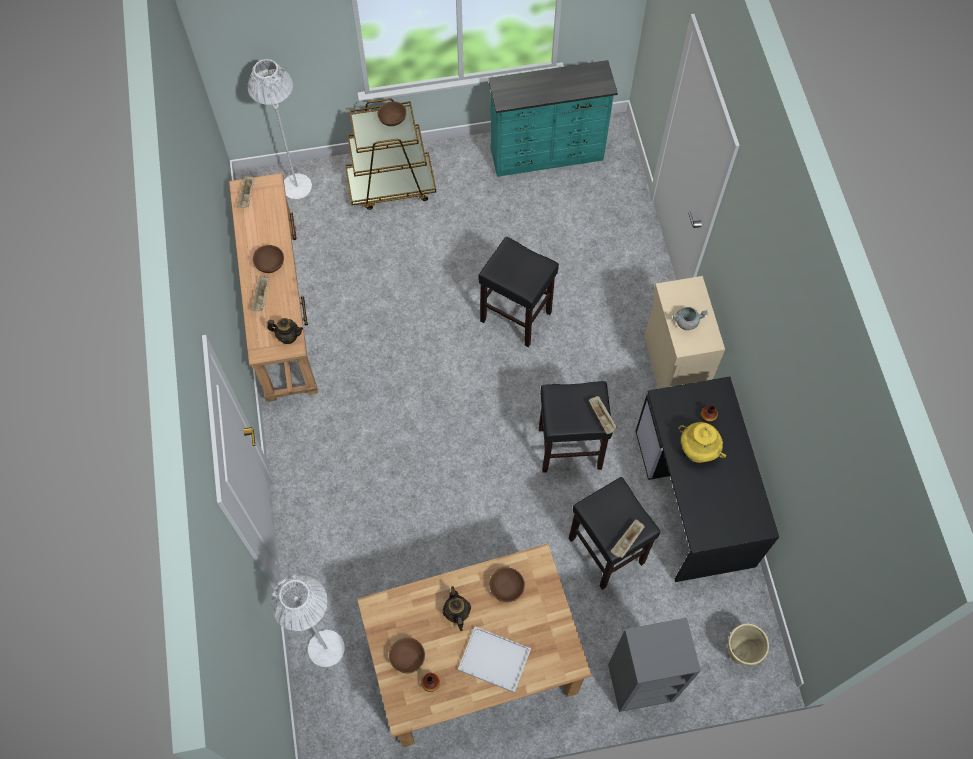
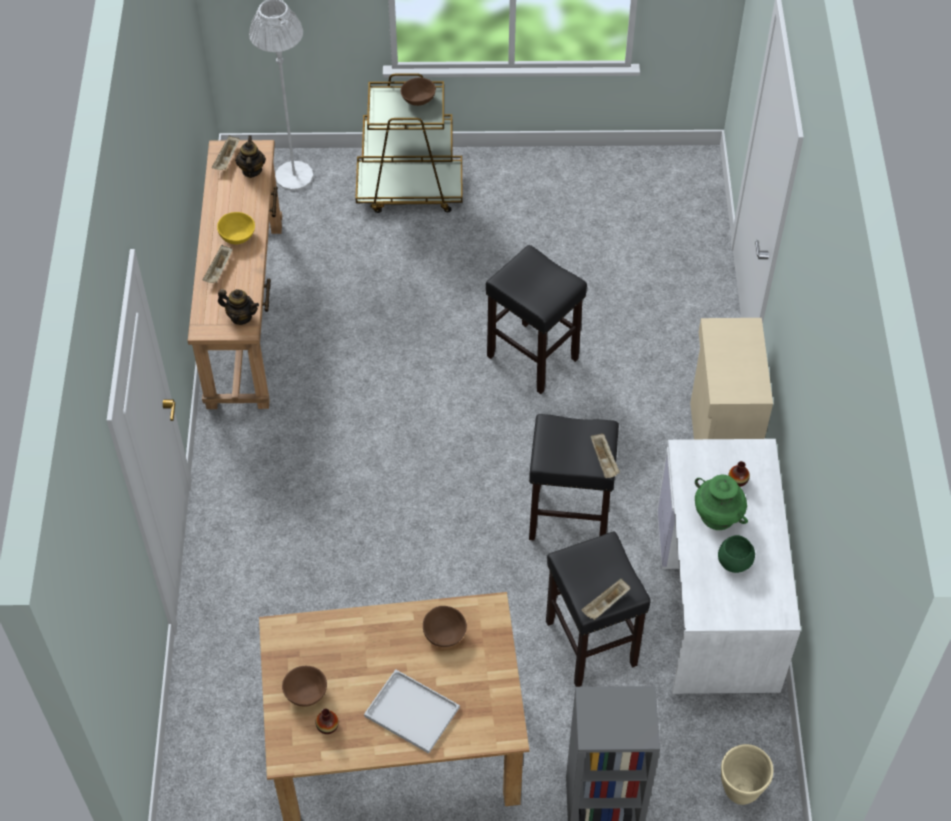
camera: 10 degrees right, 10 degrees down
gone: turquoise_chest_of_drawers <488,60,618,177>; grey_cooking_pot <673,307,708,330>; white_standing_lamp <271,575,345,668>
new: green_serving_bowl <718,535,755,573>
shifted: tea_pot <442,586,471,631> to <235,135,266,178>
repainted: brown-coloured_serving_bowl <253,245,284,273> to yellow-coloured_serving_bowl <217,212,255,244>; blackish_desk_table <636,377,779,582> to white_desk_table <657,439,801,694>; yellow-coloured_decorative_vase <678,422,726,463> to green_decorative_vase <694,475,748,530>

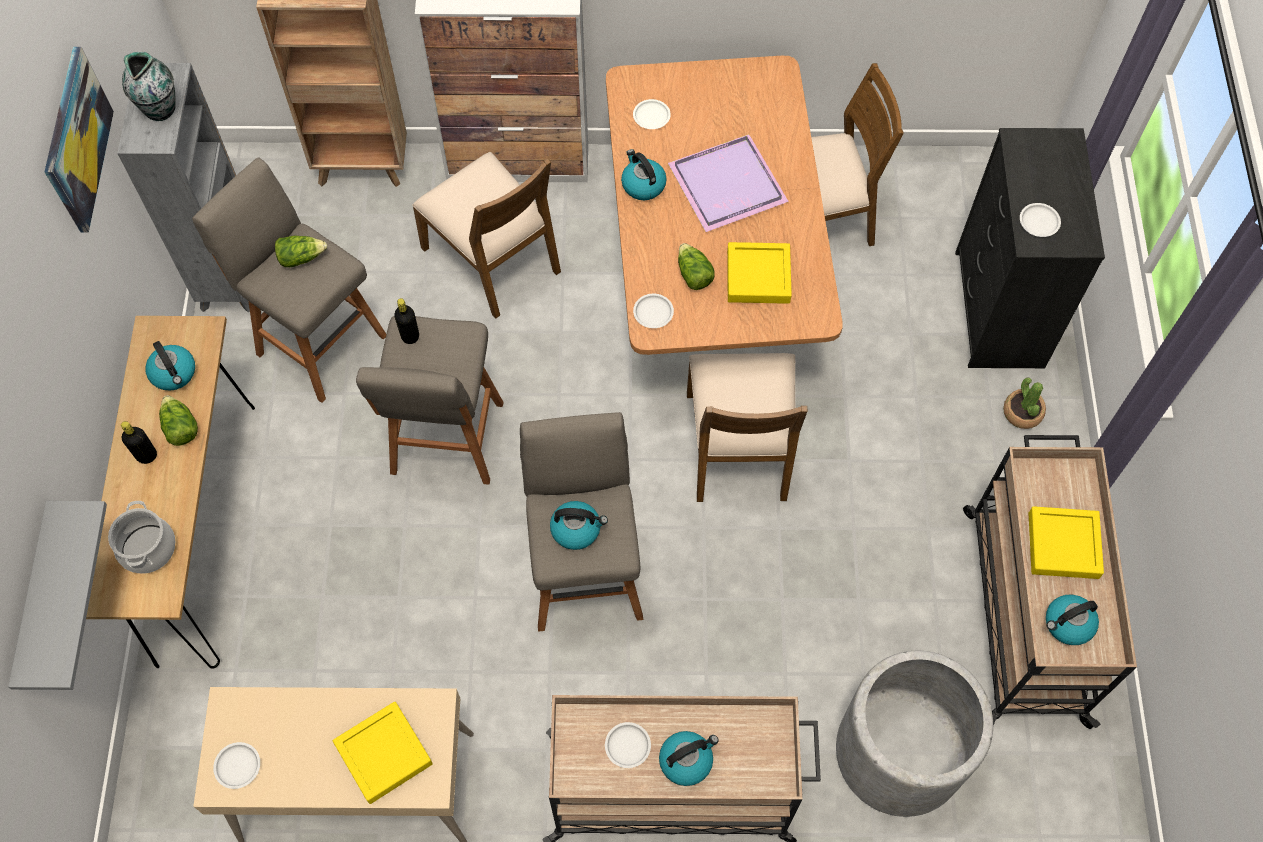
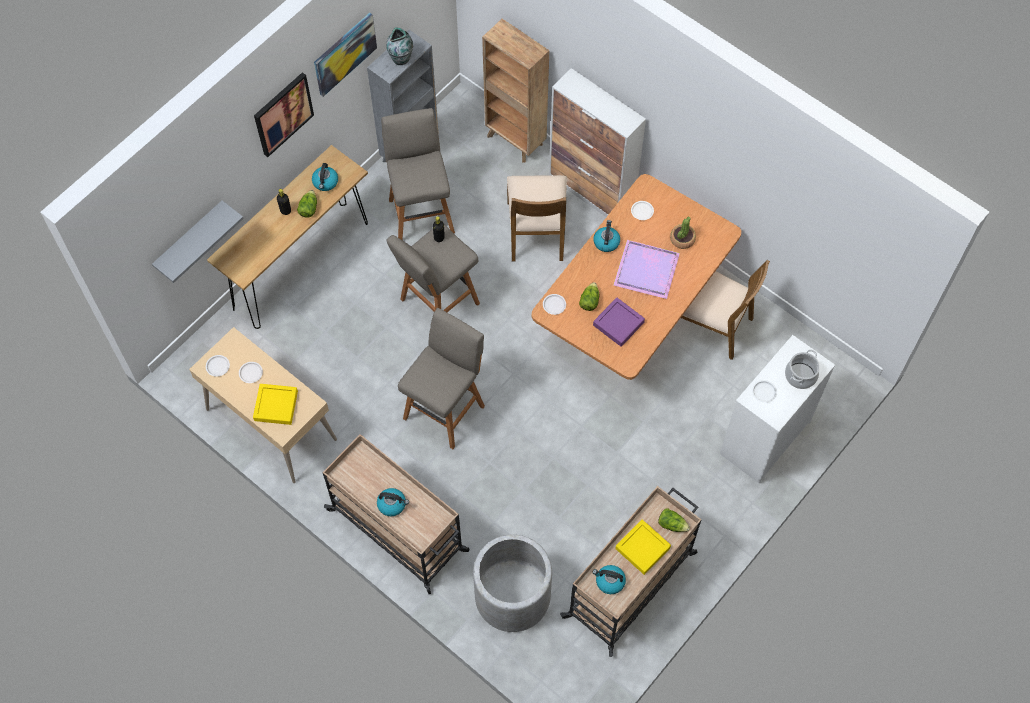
camera: 40 degrees right, 0 degrees up
gone: brown-coloured_plain_chair <687,353,807,502>; tea_kettle <550,501,608,550>
new: picture <254,72,314,157>
shifted: head_of_lettuce <275,235,327,267> to <658,508,690,532>; plant_in_a_pot <1003,378,1046,429> to <670,217,696,249>; cooking_pot <108,501,176,574> to <785,350,820,389>; white_flat_dish <605,722,651,768> to <239,362,263,383>
repainted: blackish_chest_of_drawers <955,128,1105,368> to white_chest_of_drawers <720,335,835,483>; yellow-coloured_tray <727,242,792,304> to purple-coloured_tray <593,297,645,347>

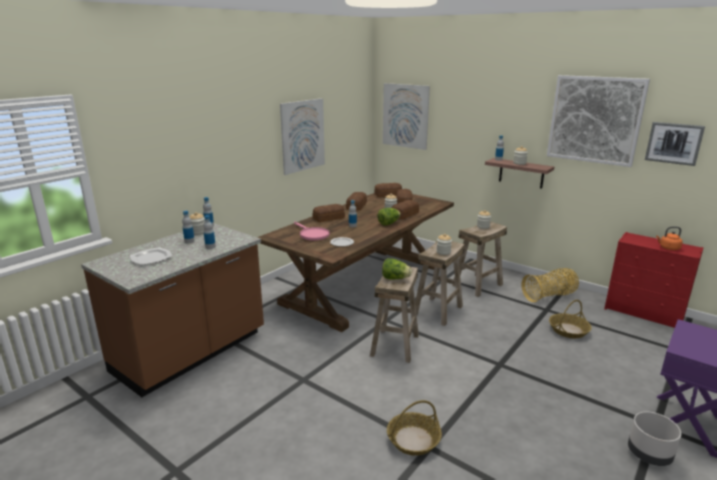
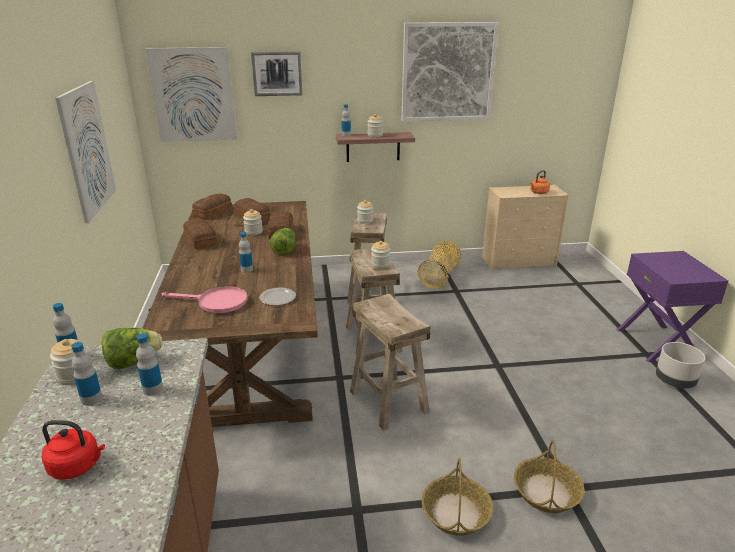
camera: 45 degrees left, 5 degrees up
gone: bakery_bread <312,204,345,222>
shifted: picture <645,122,705,166> to <251,51,302,96>; head_of_lettuce <382,258,412,280> to <102,328,163,369>; storage_basket <549,300,592,338> to <422,458,493,536>
swapped: flat_dish <130,248,172,265> to red_tea_kettle <42,420,105,480>
repainted: red_chest_of_drawers <604,232,704,328> to beige_chest_of_drawers <482,185,568,271>

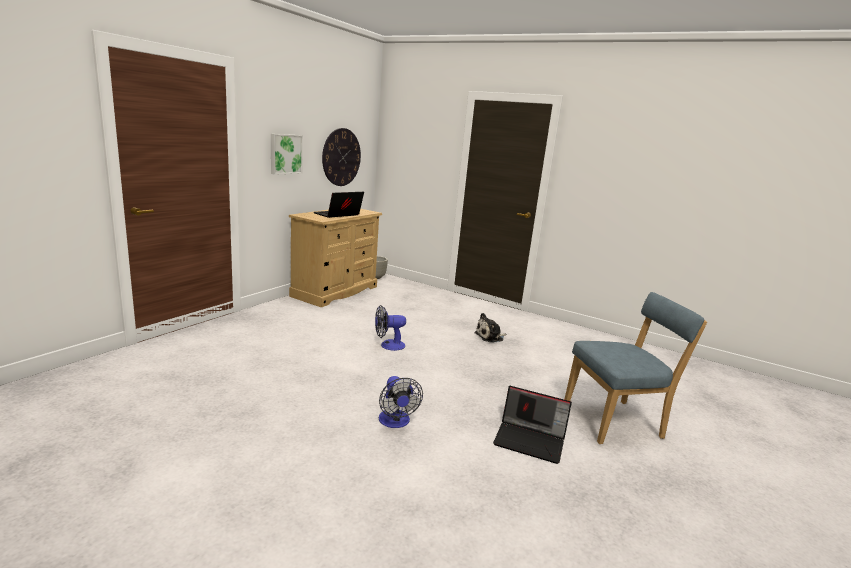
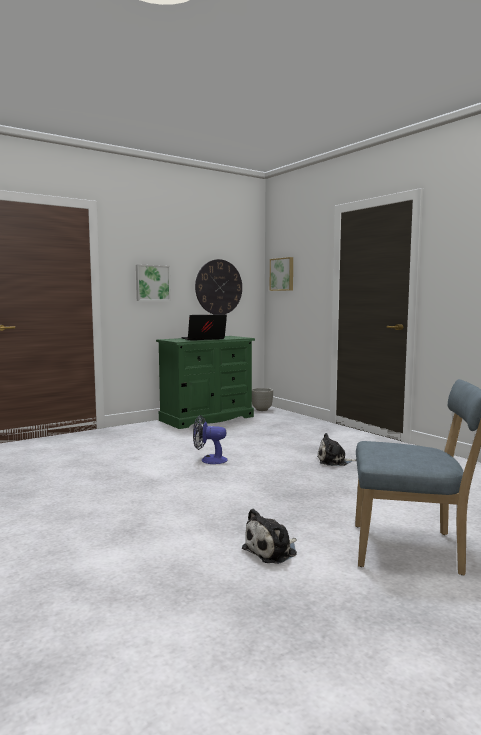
camera: 25 degrees right, 10 degrees down
gone: cooling_fan <379,376,423,428>
new: picture <270,257,293,291>
swapped: portable_computer <493,386,572,464> to cuddly_toy <242,509,297,564>
repainted: beige_chest_of_drawers <289,209,382,307> to green_chest_of_drawers <156,336,255,429>

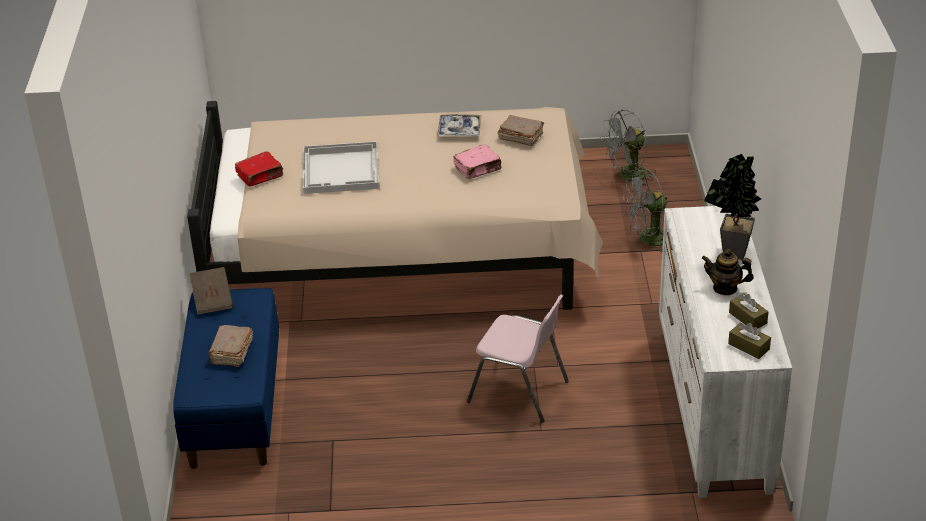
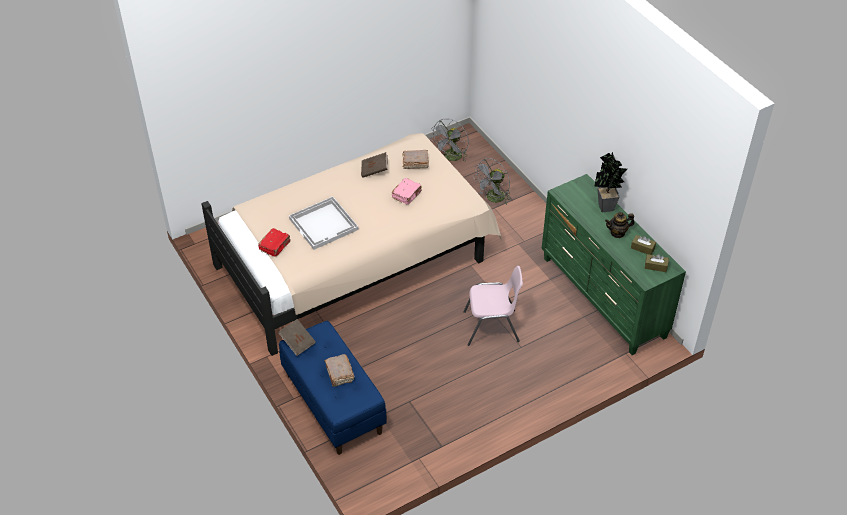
camera: 30 degrees left, 10 degrees up
swapped: tray <437,114,482,137> to brown-coloured_book <361,152,388,177>
repainted: white_chest_of_drawers <659,206,792,498> to green_chest_of_drawers <542,174,686,355>

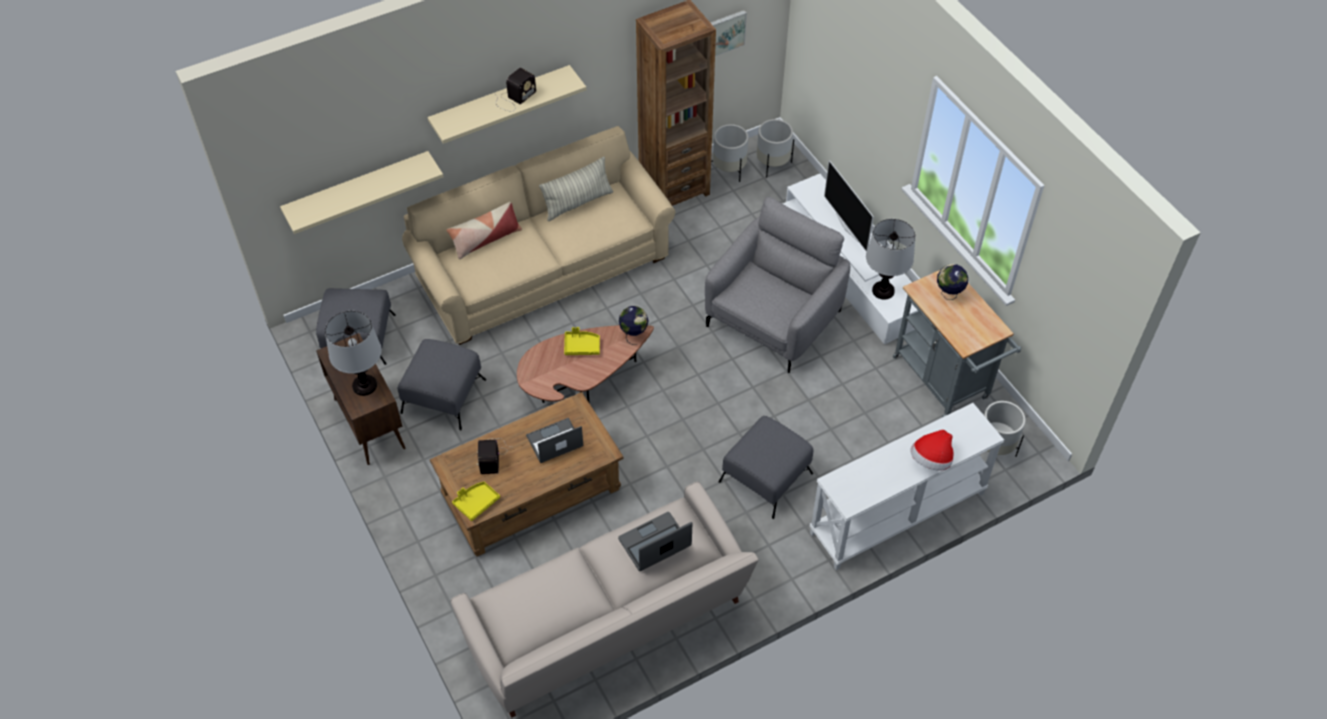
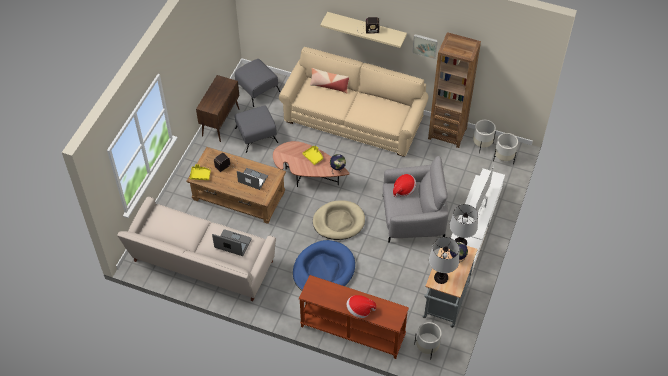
camera: 50 degrees right, 0 degrees up
gone: beige_wall_shelf <280,151,443,234>; cushion <539,157,613,221>
new: hat <393,174,416,197>; beige_dog_cushion <313,200,365,240>
shifted: picture <710,10,747,56> to <412,34,438,59>; lamp_for_a_table <325,311,382,396> to <429,237,459,284>
swapped: grey_pouffe <719,416,813,519> to blue-coloured_dog_cushion <293,240,355,291>
repainted: white_hall_table <809,403,1004,570> to brown-coloured_hall_table <299,275,409,359>

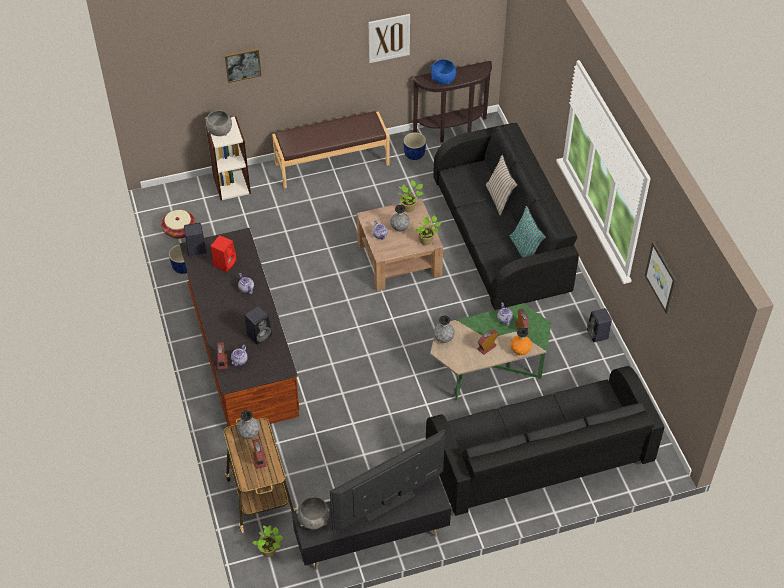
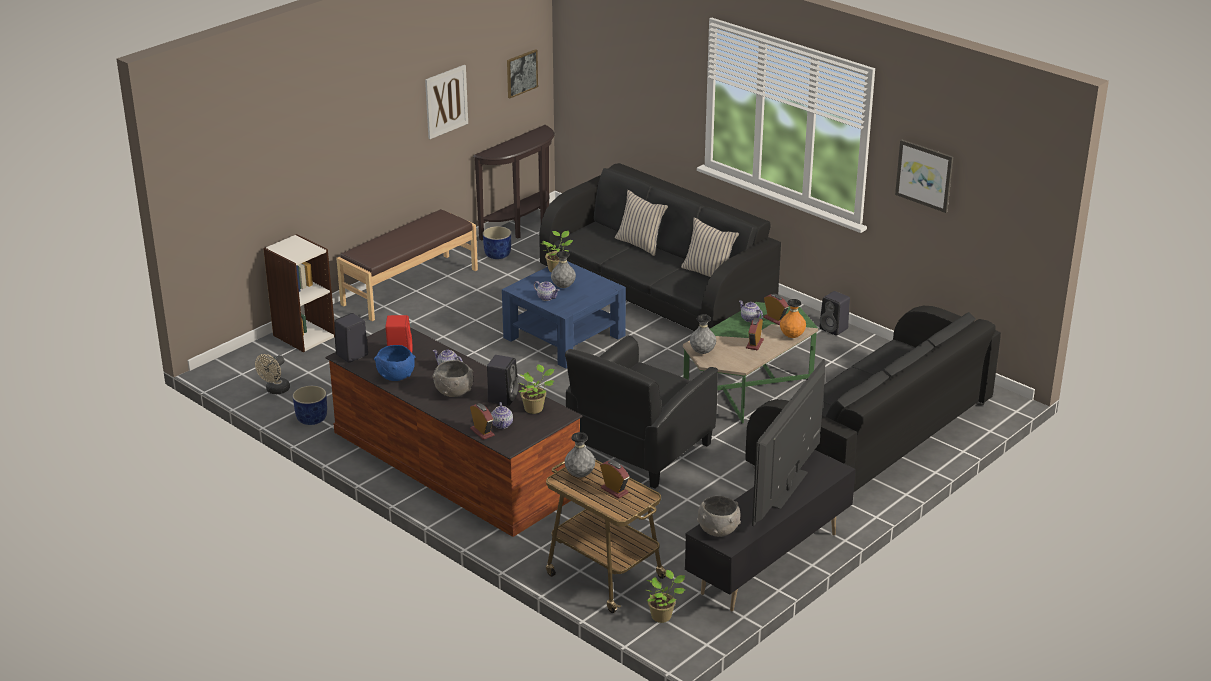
camera: 30 degrees left, 20 degrees down
new: blackish_lounge_chair <565,335,718,489>
shifted: picture <225,49,261,83> to <507,49,538,98>; blue-coloured_serving_bowl <431,59,456,84> to <374,345,416,381>; grey_serving_bowl <205,110,232,136> to <432,360,474,397>; plant_in_a_pot <414,215,442,245> to <519,364,555,414>
swapped: storage_basket <161,210,196,239> to beige_cooling_fan <255,354,290,394>
repainted: brown-coloured_coffee_table <357,198,443,291> to blue-coloured_coffee_table <502,261,626,369>; turquoise_cushion <510,205,546,258> to beige_cushion <681,217,739,277>

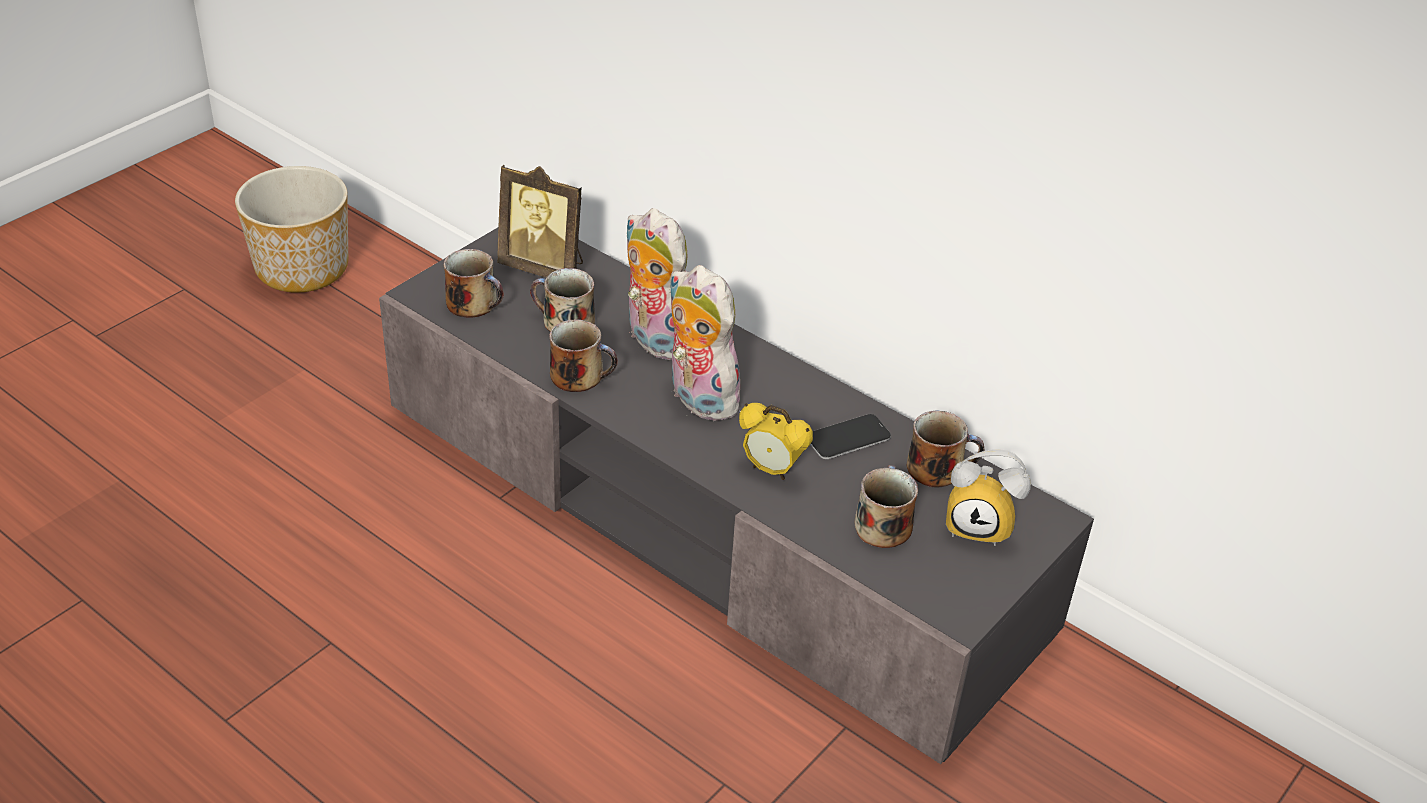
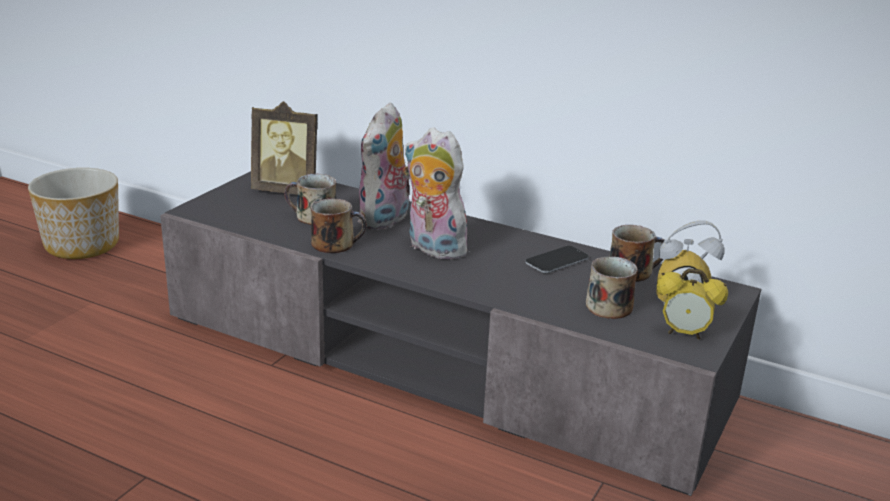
camera: 10 degrees left, 15 degrees down
gone: coffee_mug <444,249,504,318>
shifted: alarm_clock <739,403,813,480> to <657,268,728,340>
rotated: cuddly_toy <626,208,688,360> = <357,102,410,230> 105 degrees counterclockwise

